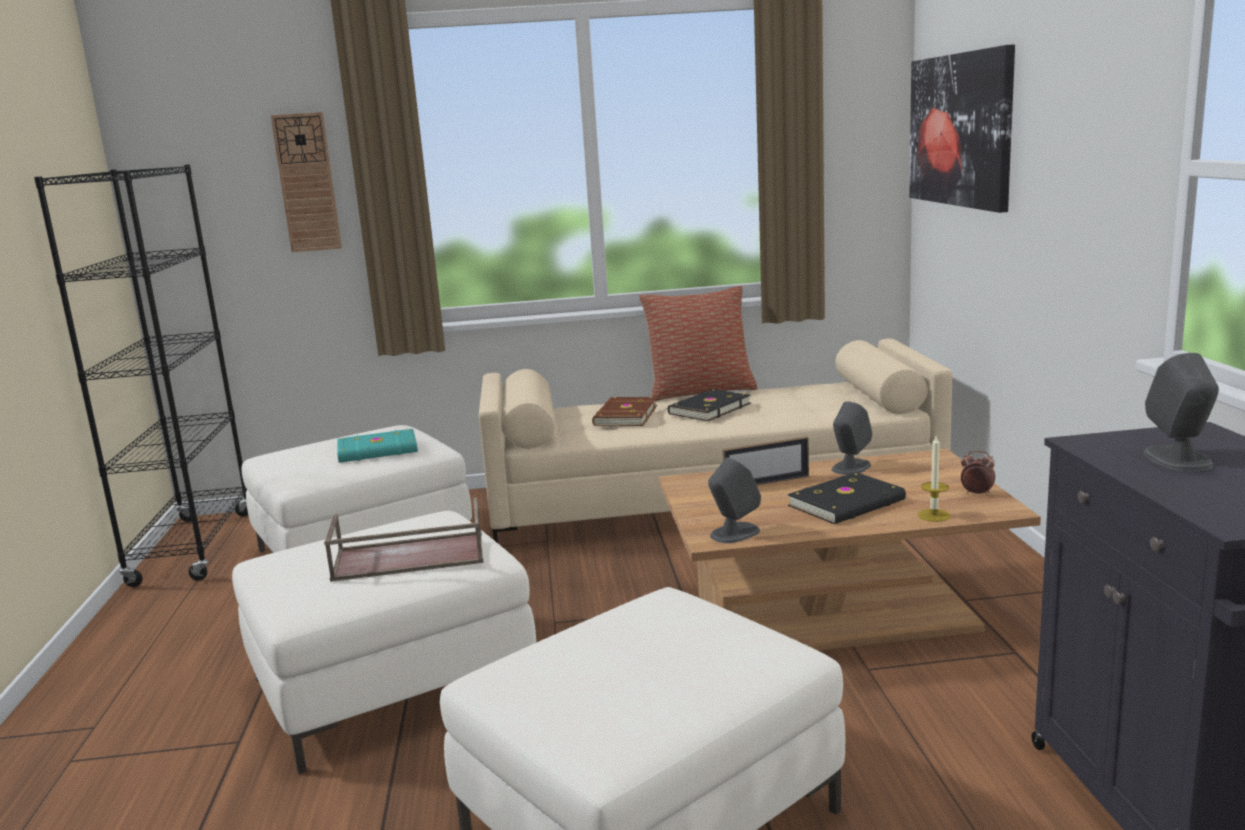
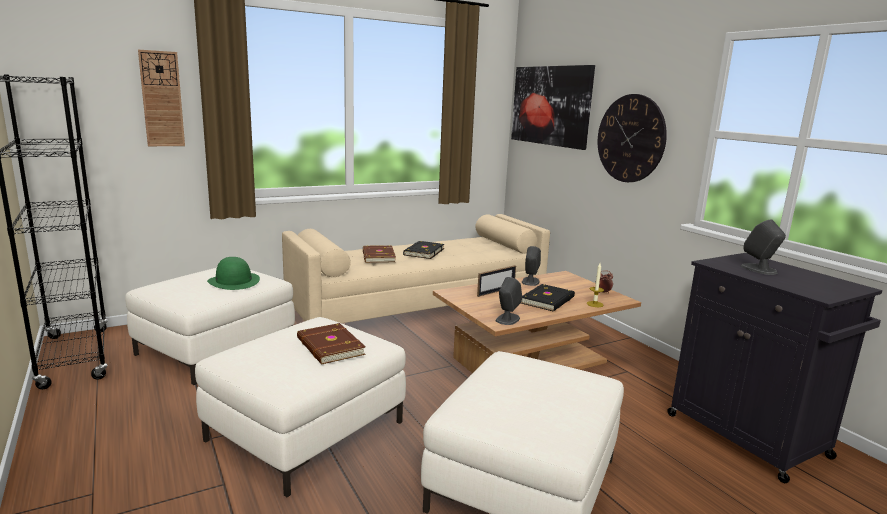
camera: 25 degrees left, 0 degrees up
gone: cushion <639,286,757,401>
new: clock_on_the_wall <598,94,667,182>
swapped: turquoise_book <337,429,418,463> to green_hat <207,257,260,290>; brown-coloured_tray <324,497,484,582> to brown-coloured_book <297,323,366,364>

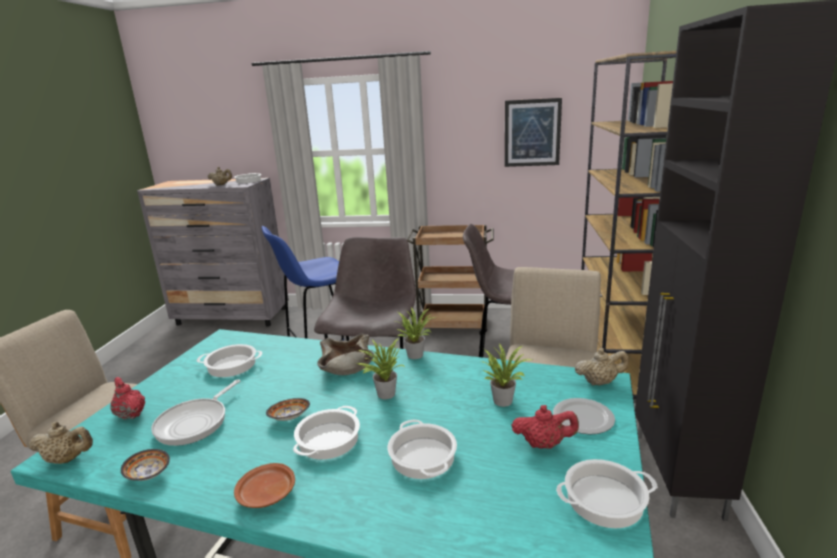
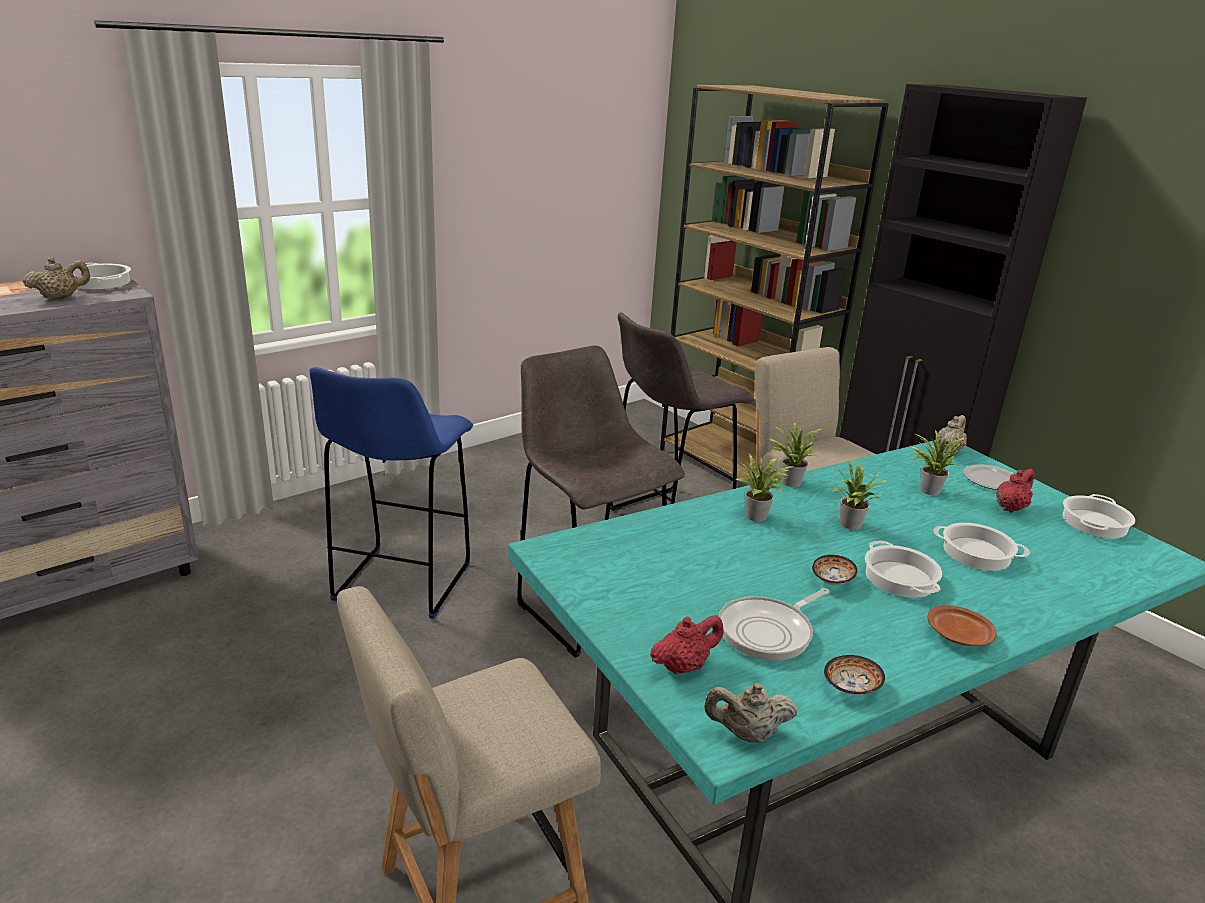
camera: 50 degrees left, 5 degrees up
gone: picture <505,98,562,167>; brown-coloured_trolley <407,225,494,336>; cooking_pot <196,344,262,377>
swapped: beige_serving_bowl <317,334,374,375> to plant_in_a_pot <735,454,794,522>
rotated: red_tea_pot <110,377,145,420> = <650,615,723,675> 150 degrees clockwise; skillet <151,379,240,446> = <719,588,830,661> 75 degrees clockwise; beige_tea_pot <29,421,93,464> = <704,683,798,743> 135 degrees counterclockwise

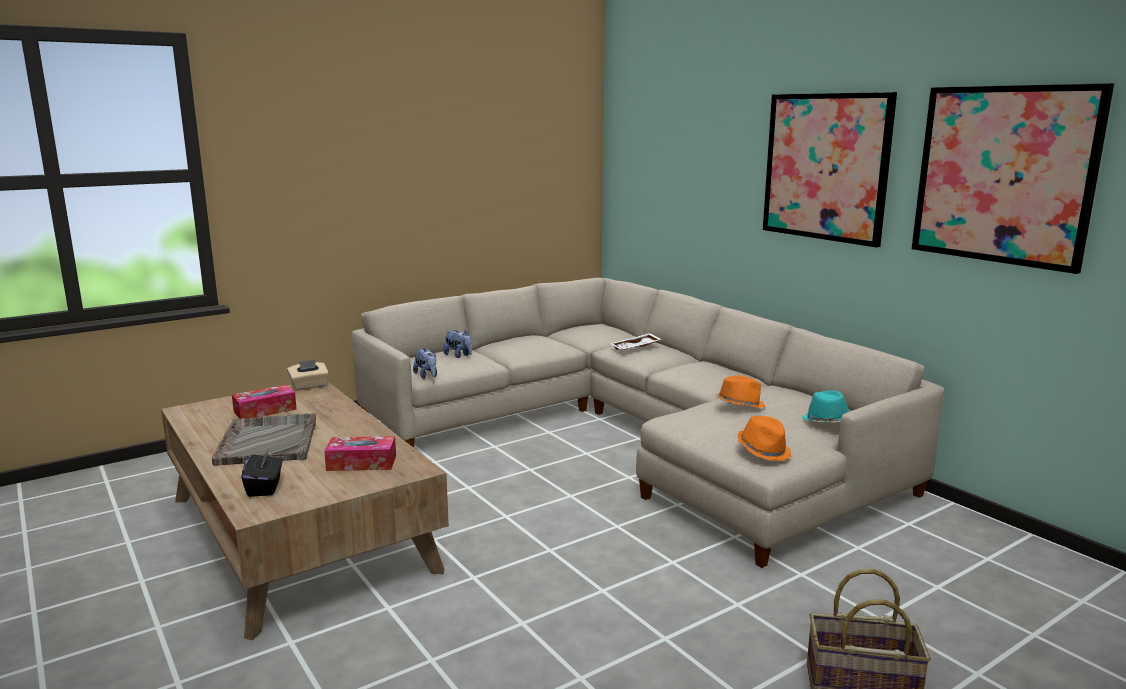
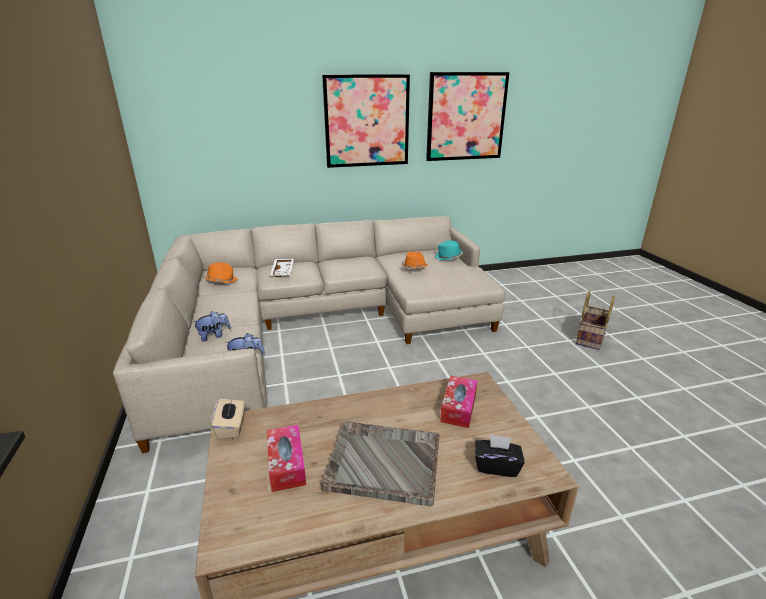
camera: 70 degrees left, 10 degrees up
shifted: orangey_hat <738,416,791,461> to <204,262,238,283>

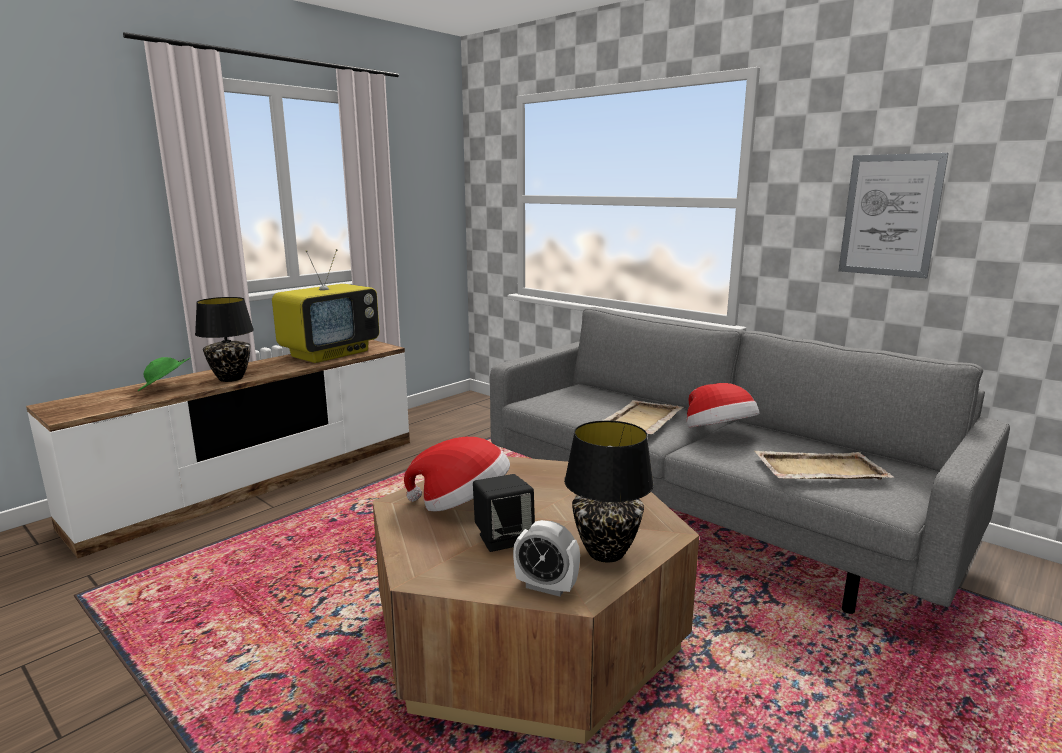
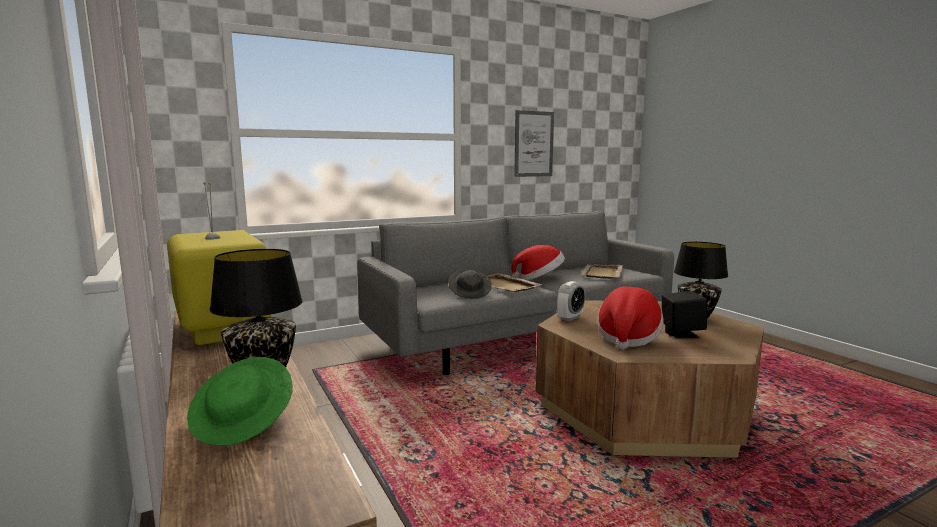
camera: 70 degrees left, 5 degrees down
new: grey_hat <448,269,492,299>
shifted: alarm_clock <513,520,580,596> to <557,281,585,321>

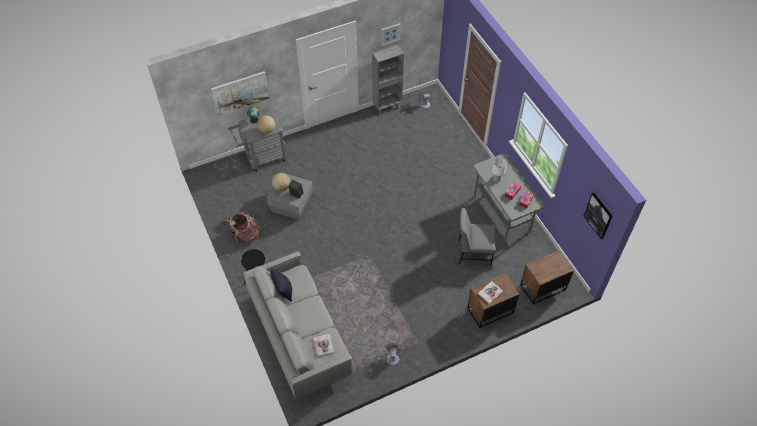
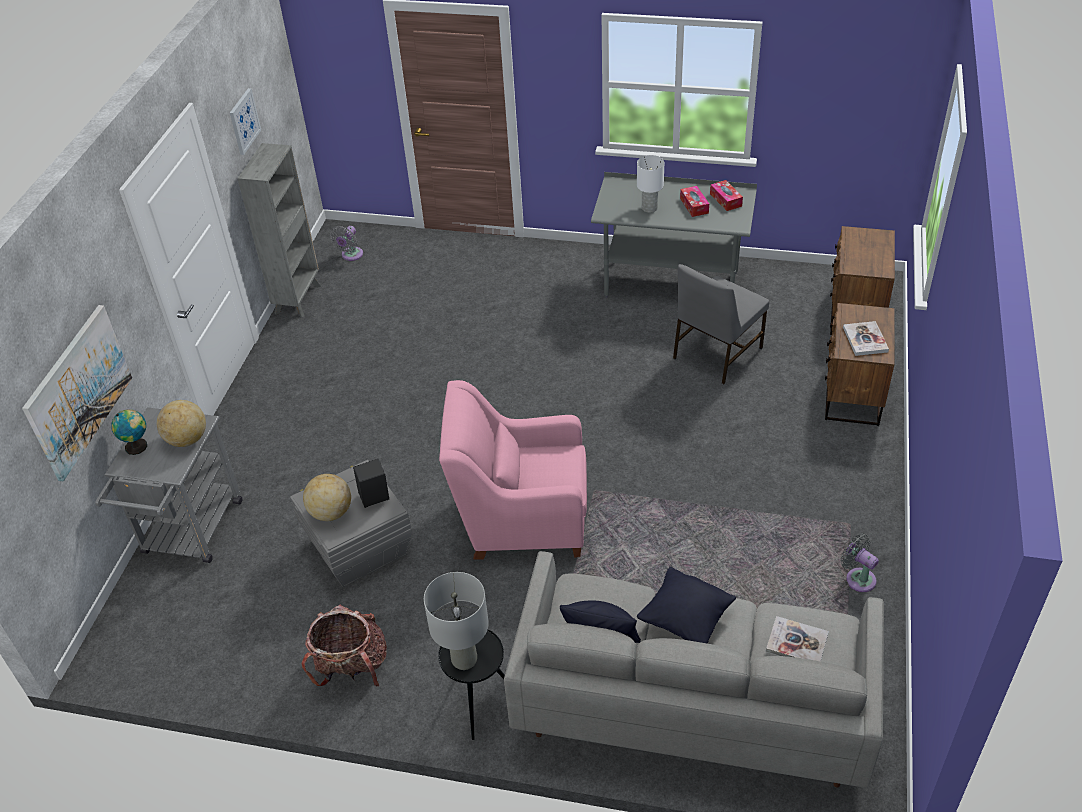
camera: 50 degrees left, 10 degrees down
gone: picture <584,193,612,239>
new: pinkish_lounge_chair <439,380,587,560>; blackish_cushion <637,567,736,644>; grey_lamp_for_a_table <424,572,489,670>

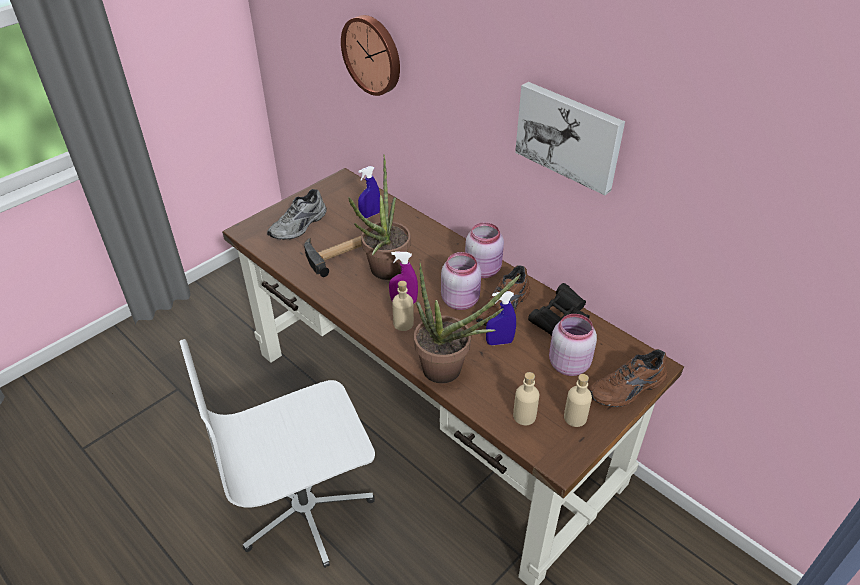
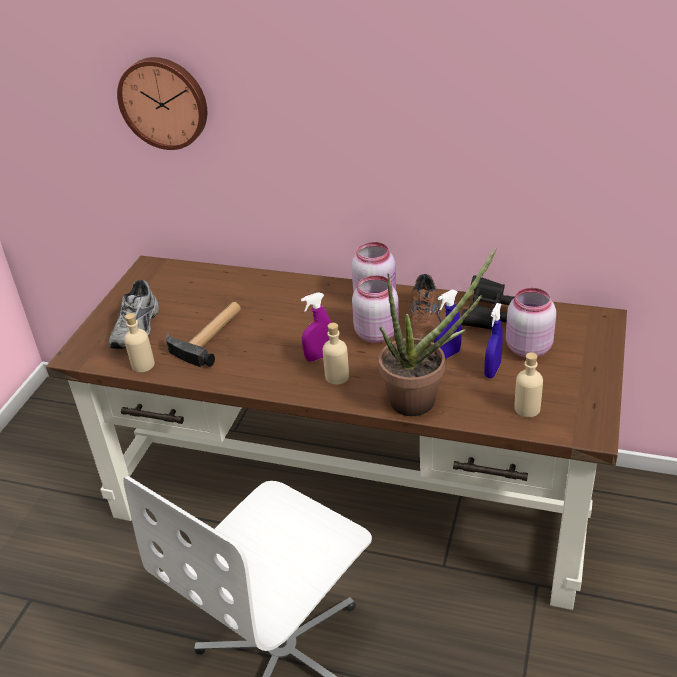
camera: 25 degrees left, 5 degrees down
gone: picture <515,82,625,195>; plant_in_a_pot <348,154,411,280>; brown-coloured_item_of_footwear <588,349,667,407>
shifted: blue-coloured_sprayer <358,166,380,219> to <484,303,503,378>; beige_bottle <564,374,592,427> to <124,313,155,372>

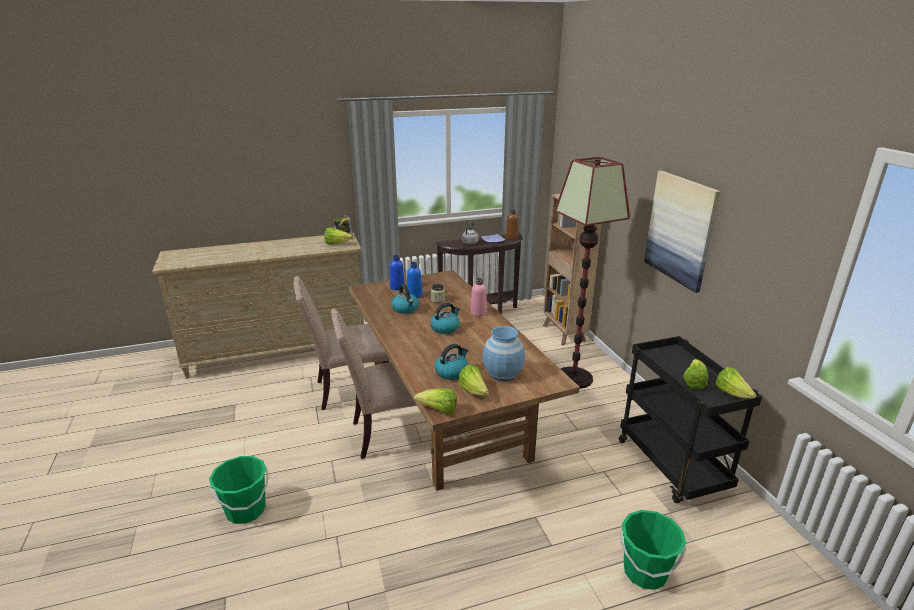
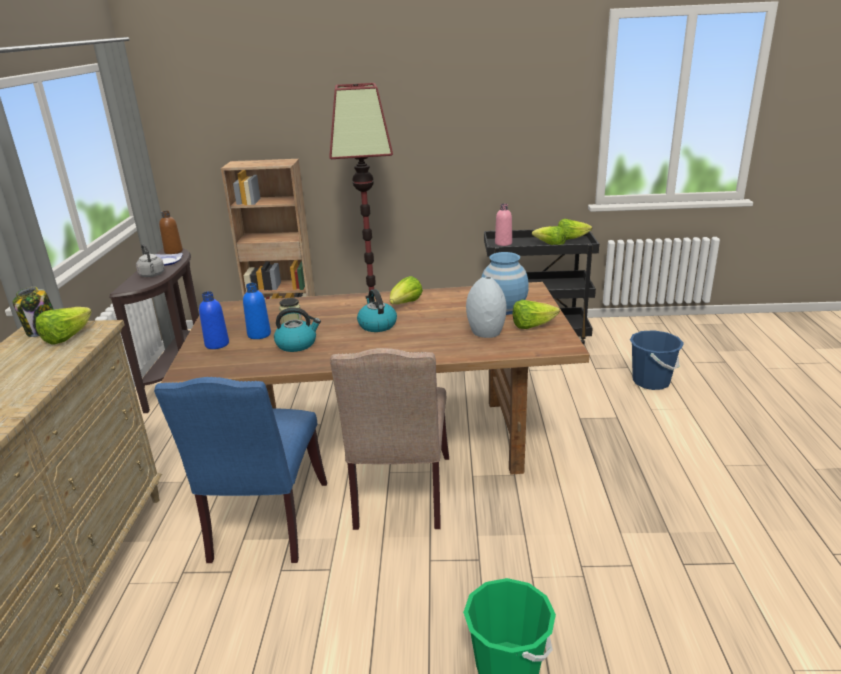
camera: 70 degrees left, 0 degrees up
gone: picture <644,171,720,293>
shifted: pinkish_bottle <471,278,487,317> to <495,204,512,246>; head_of_lettuce <414,388,457,414> to <390,276,423,304>
swapped: tea_kettle <435,344,468,380> to grey_decorative_vase <466,276,506,338>
repainted: beige_plain_chair <293,276,390,410> to blue-coloured_plain_chair <154,377,327,563>; green_bucket <621,510,686,590> to blue-coloured_bucket <630,330,684,390>

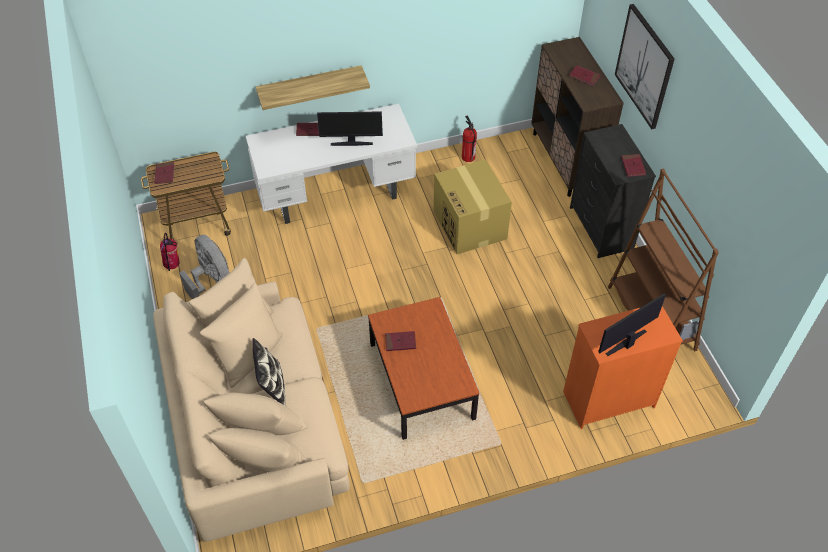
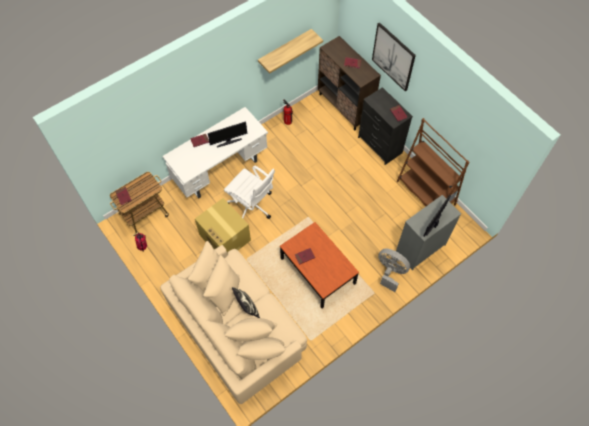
camera: 20 degrees left, 10 degrees up
new: white_computer_chair <224,165,275,219>
shifted: wall_shelf <256,65,370,110> to <258,29,323,74>; cardboard_box <433,159,512,254> to <195,198,251,253>; grey_cooling_fan <179,234,230,299> to <378,249,410,292>
repainted: orangey_chest_of_drawers <563,306,683,429> to grey_chest_of_drawers <396,195,461,270>

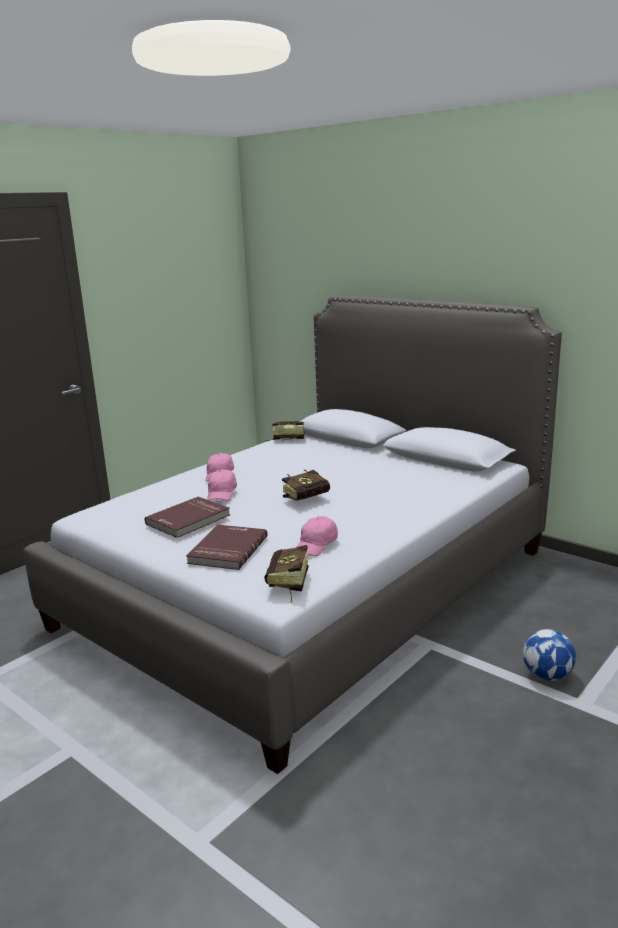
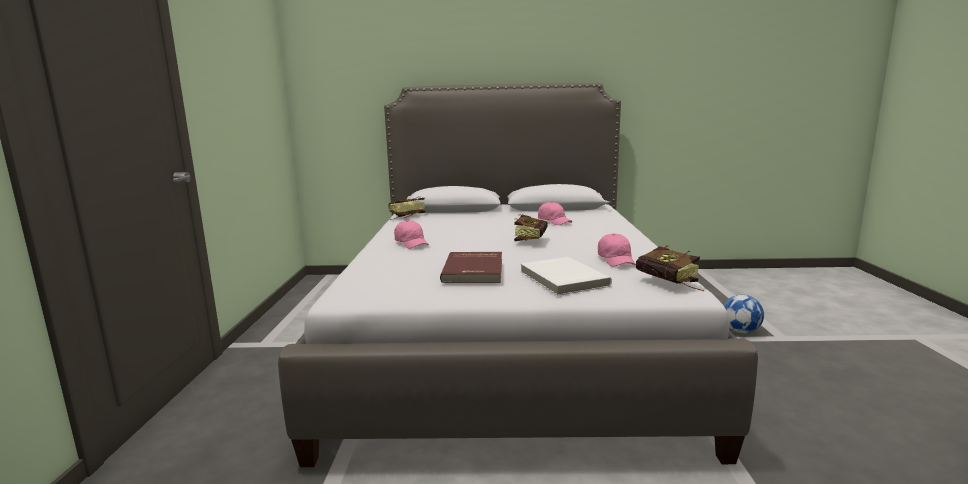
camera: 40 degrees left, 5 degrees down
shifted: pinkish_cap <207,469,237,501> to <538,202,572,225>
repainted: red_book <186,525,268,570> to white_book <521,257,612,296>

